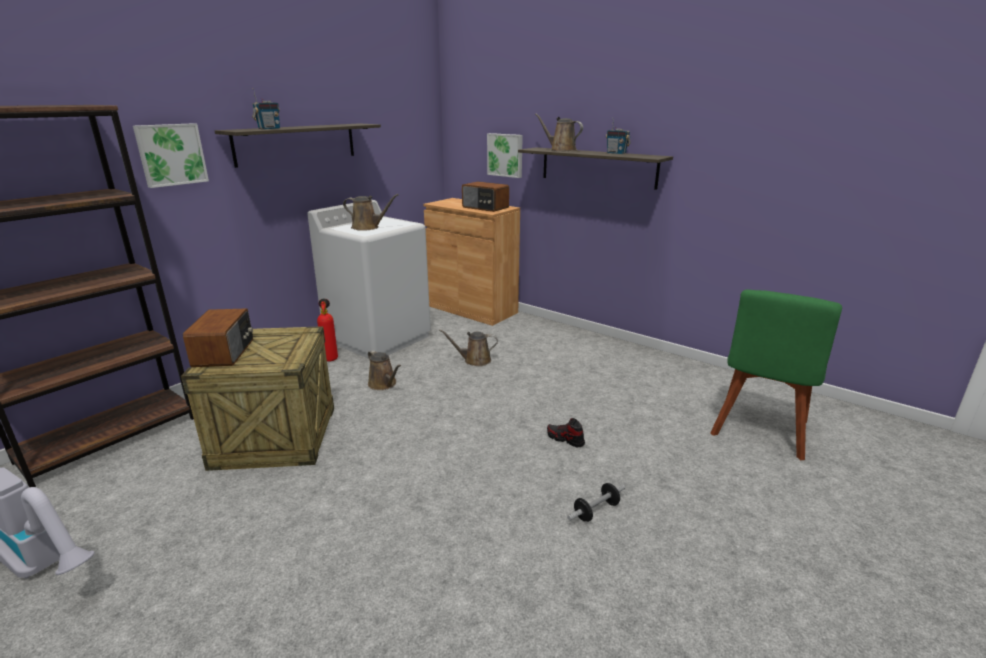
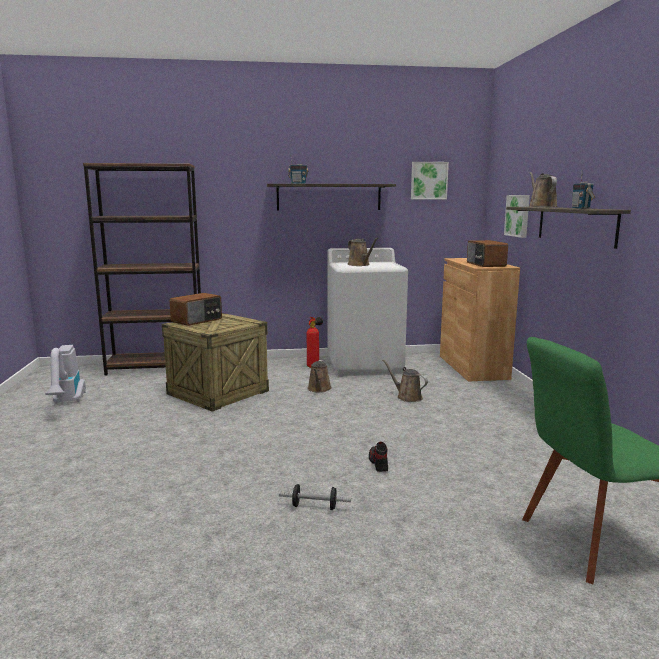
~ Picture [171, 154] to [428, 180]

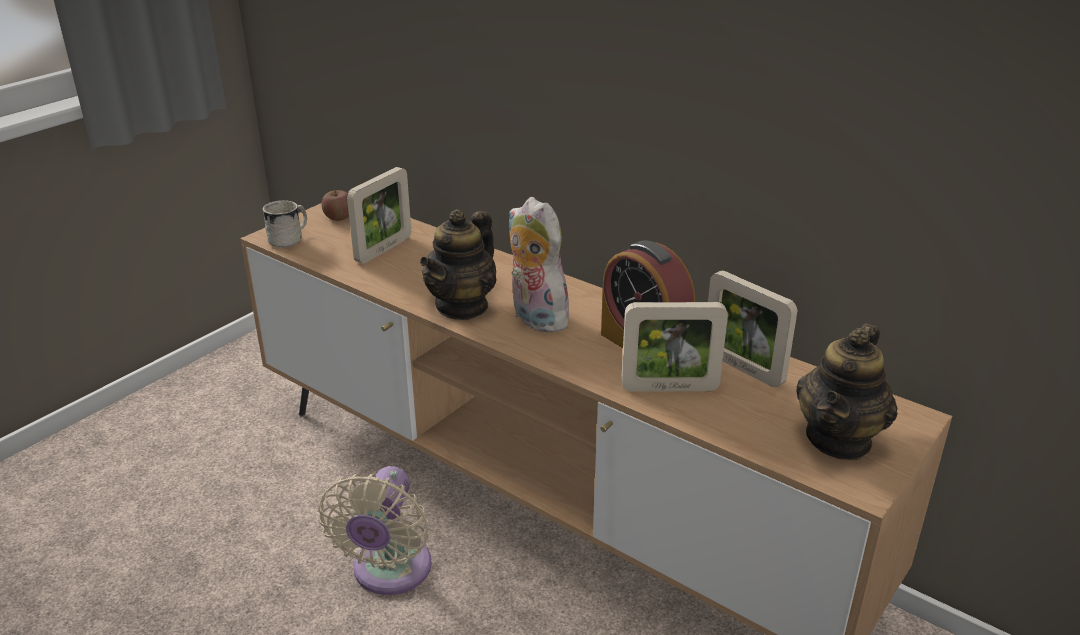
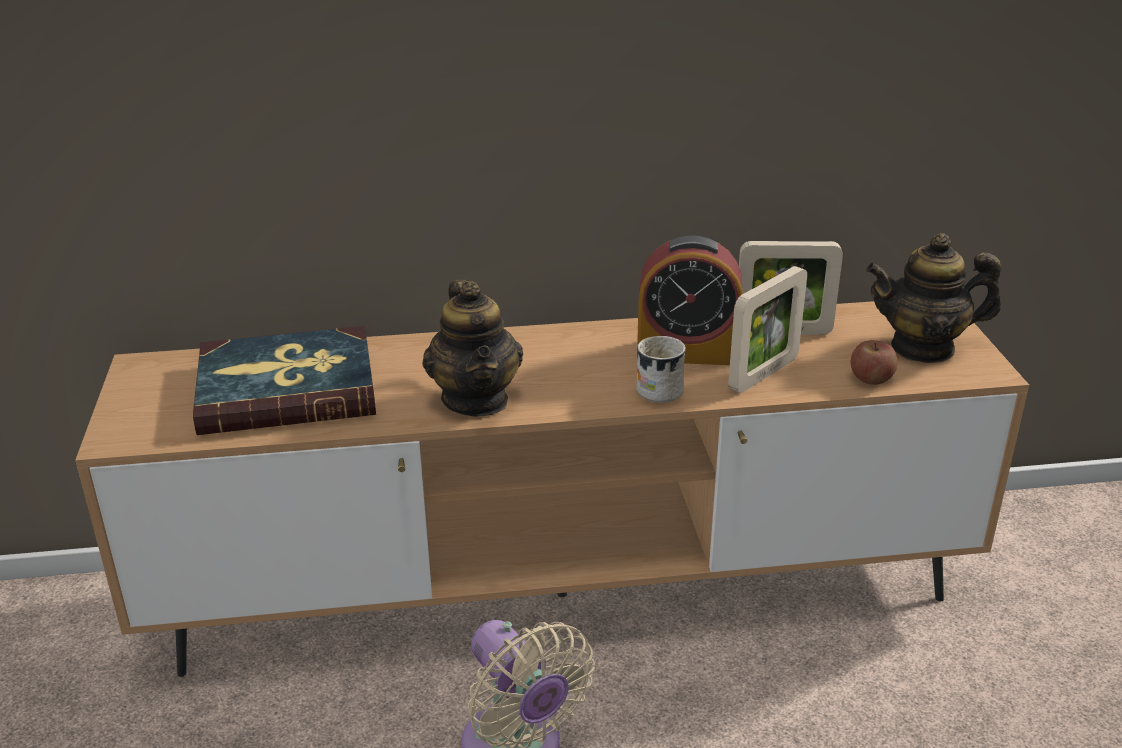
~ WhiteMug [290, 239] to [659, 387]
~ Apple [339, 217] to [871, 378]
~ PictureFrame [383, 249] to Book [287, 388]
- PlushToy [534, 318]
~ Teapot [839, 439] = [923, 347] 105 degrees clockwise

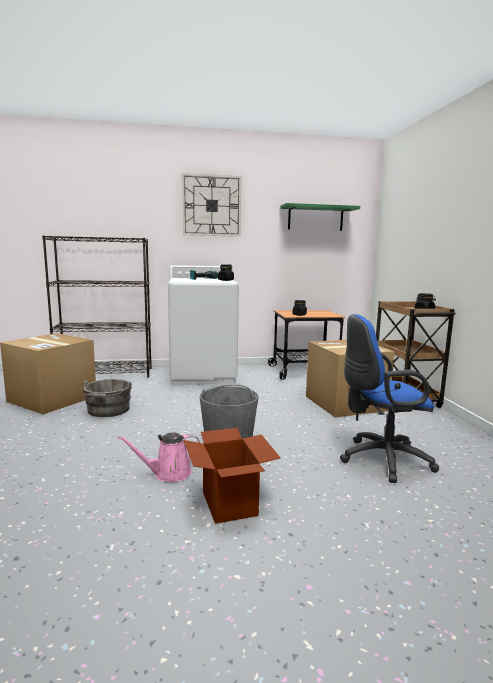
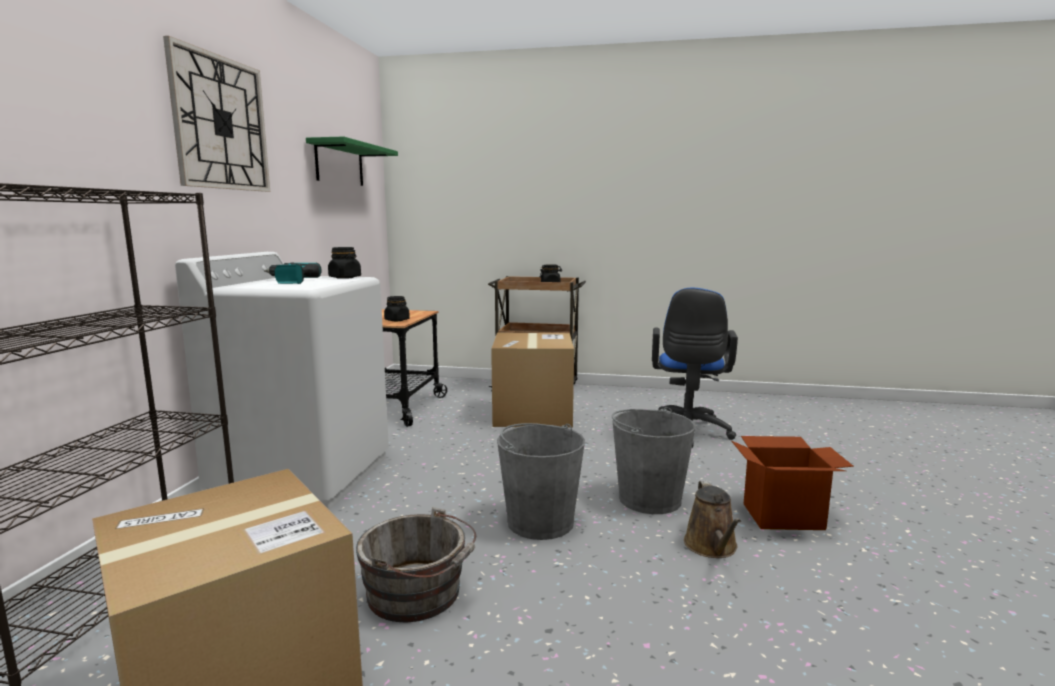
~ PinkWateringCan [168, 474] to BrownWateringCan [712, 547]
+ GreyBucket [540, 521]

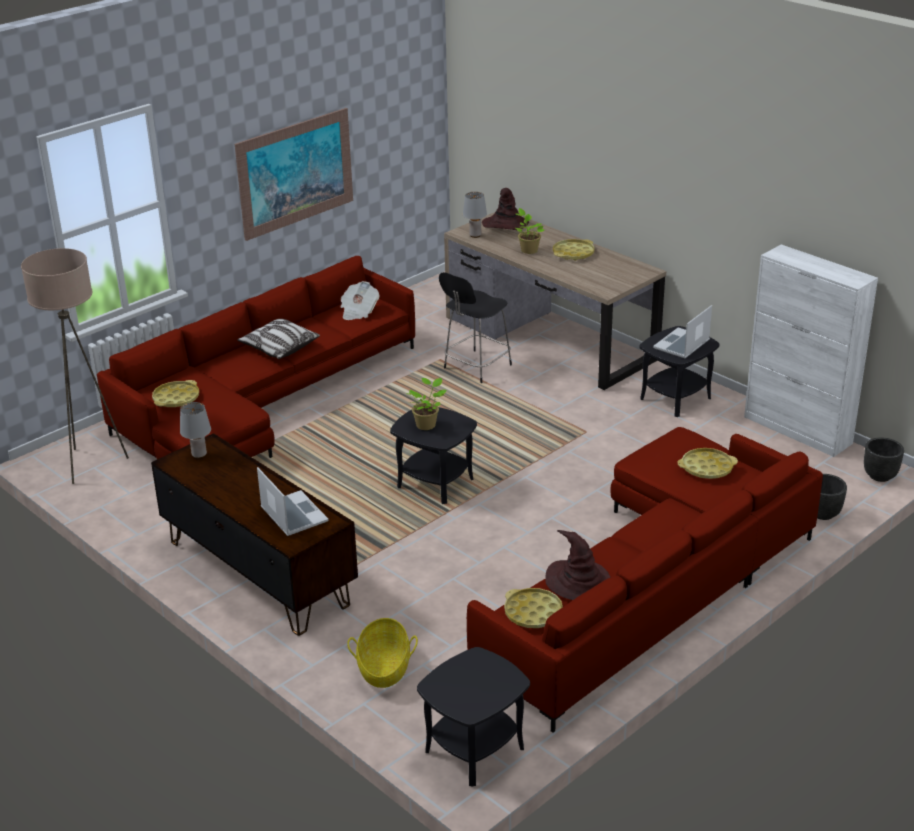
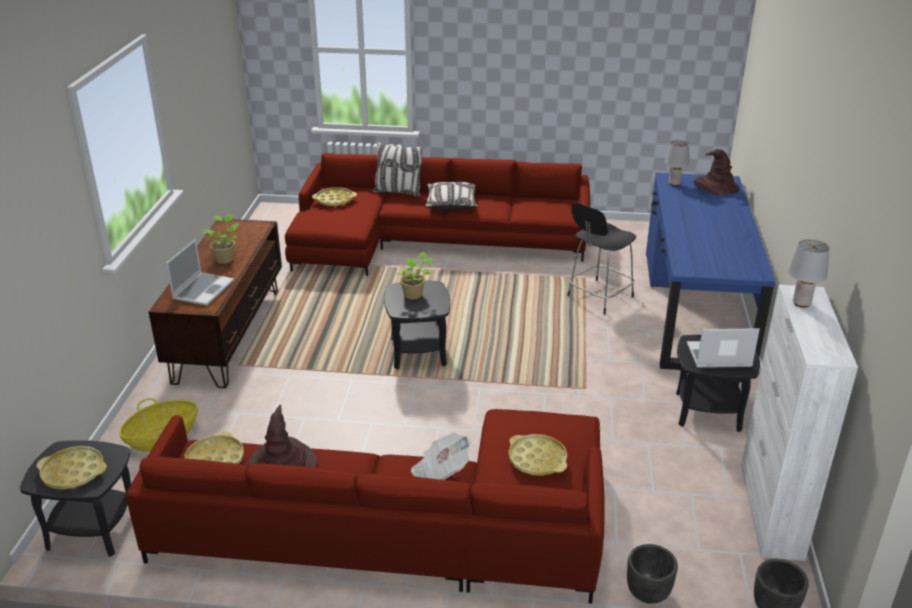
- BeigeFloorLamp [91, 463]
~ GreyTableLamp [199, 455] to [801, 303]
- Picture [295, 173]
~ Newspaper [358, 311] to [440, 471]
~ BlackChair [476, 368] = [598, 297] 45 degrees counterclockwise
~ BrownDesk [550, 338] to BlueDesk [695, 309]
~ PottedPlant [528, 250] to [225, 259]
~ YellowTray [573, 253] to [73, 472]
+ Pillow [398, 192]

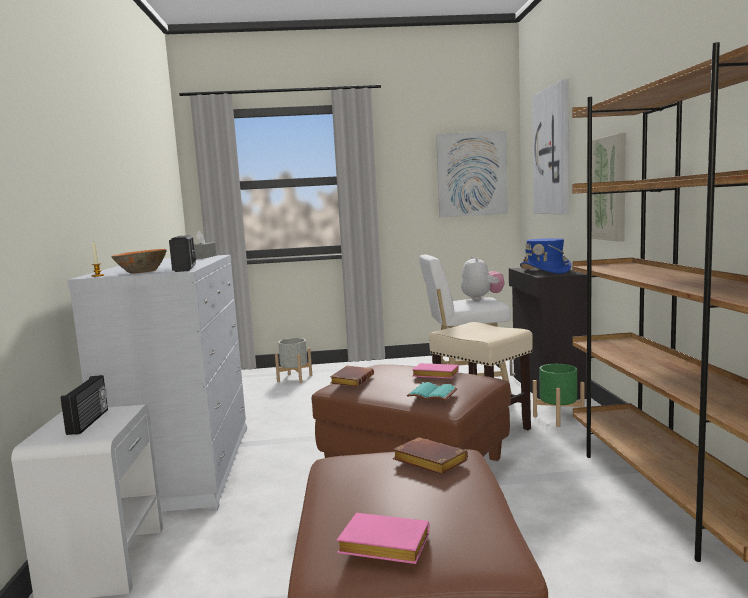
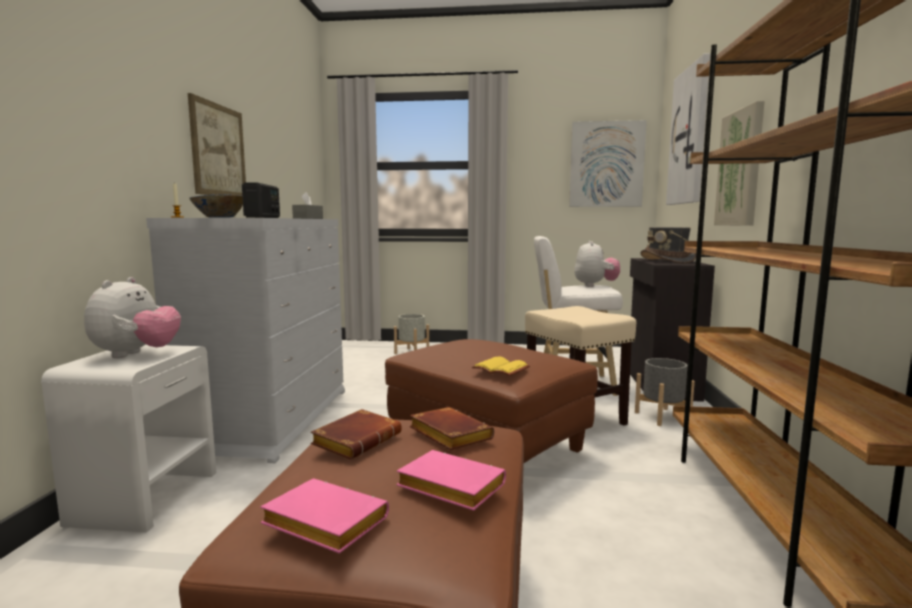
~ Radio [89, 421] to PlushToy [136, 355]
~ OrangeBowl [141, 272] to BlueBowl [219, 217]
~ BrownBook [351, 380] to [357, 440]
~ TurquoiseBook [433, 393] to YellowBook [502, 368]
~ PinkBook [434, 375] to [447, 488]
~ BlueHat [545, 271] to GreyHat [667, 261]
~ GreenPlanter [558, 418] to GreyPlanter [662, 417]
+ Picture [218, 150]

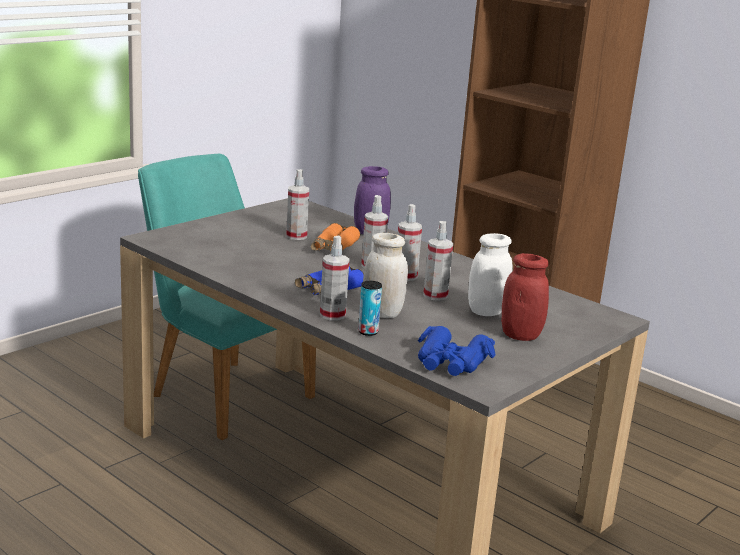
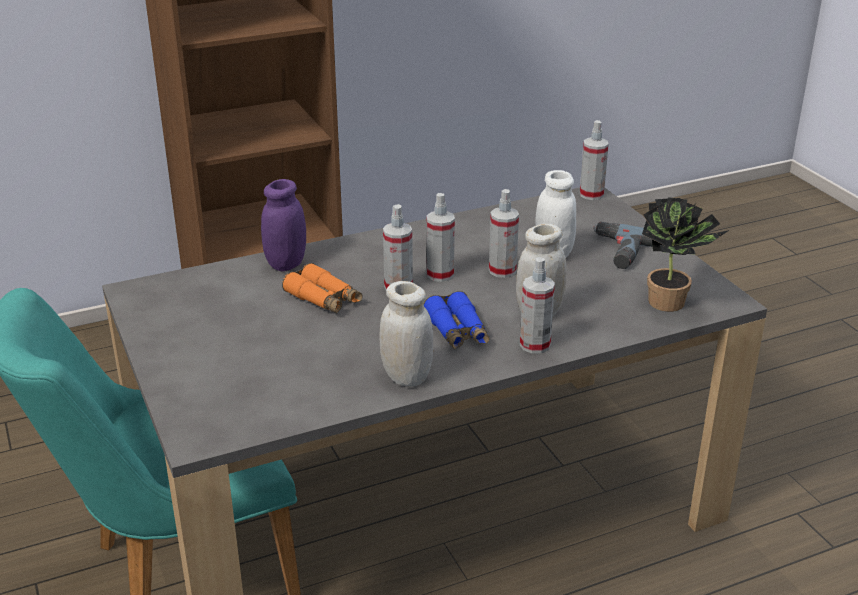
~ SprayBottle [296, 236] to [591, 194]
- Can [368, 332]
~ BlueBinoculars [451, 362] to PottedPlant [672, 303]
~ RedJar [520, 335] to PowerDrill [617, 251]
+ WhiteJar [406, 376]

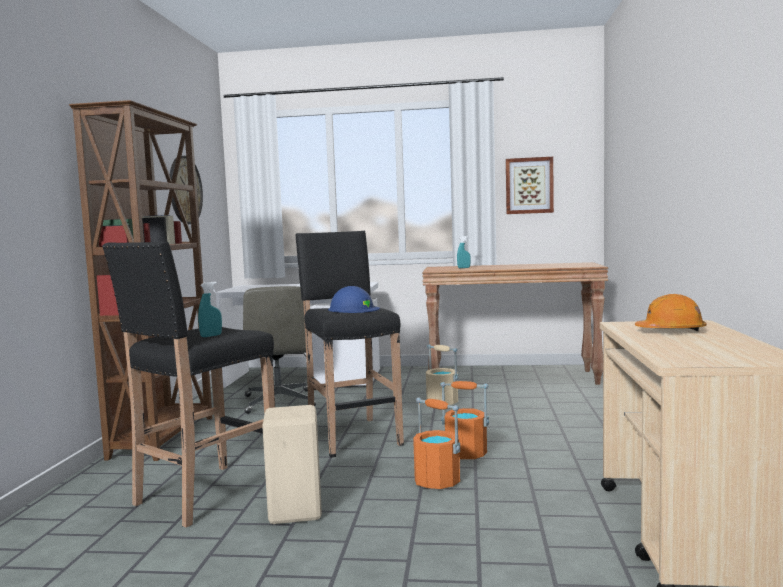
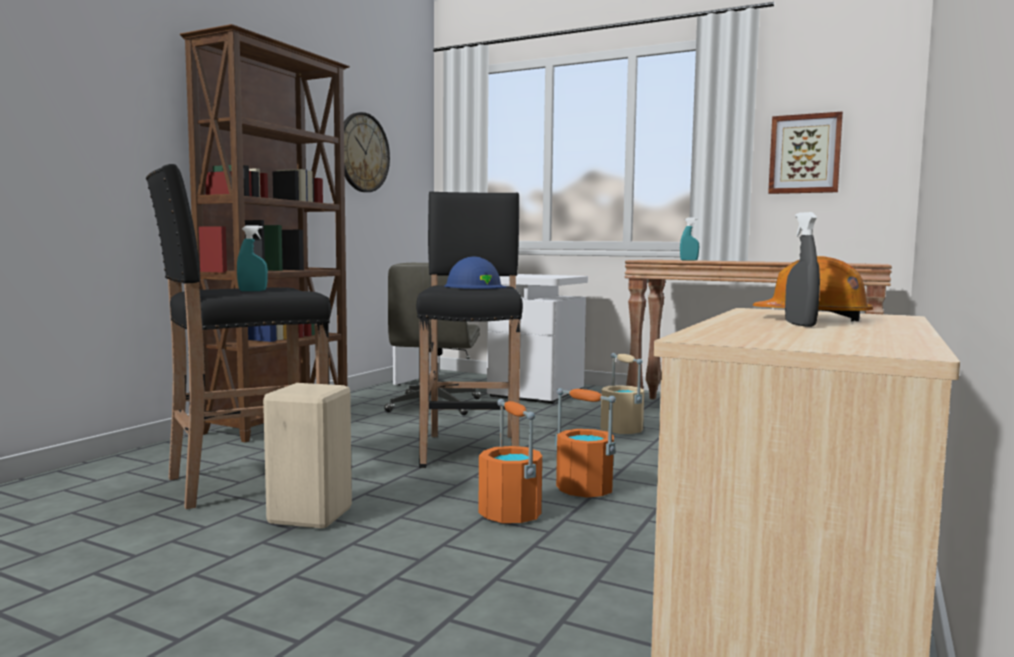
+ GreySprayBottle [800, 325]

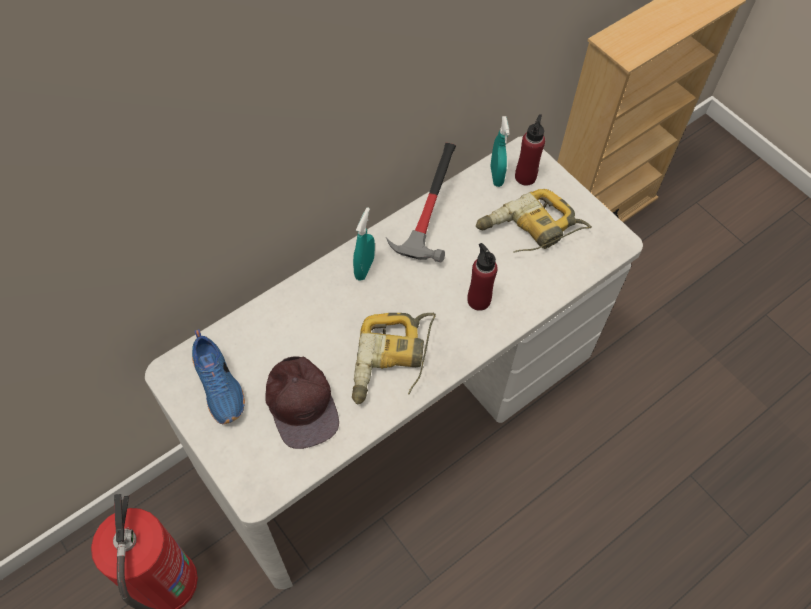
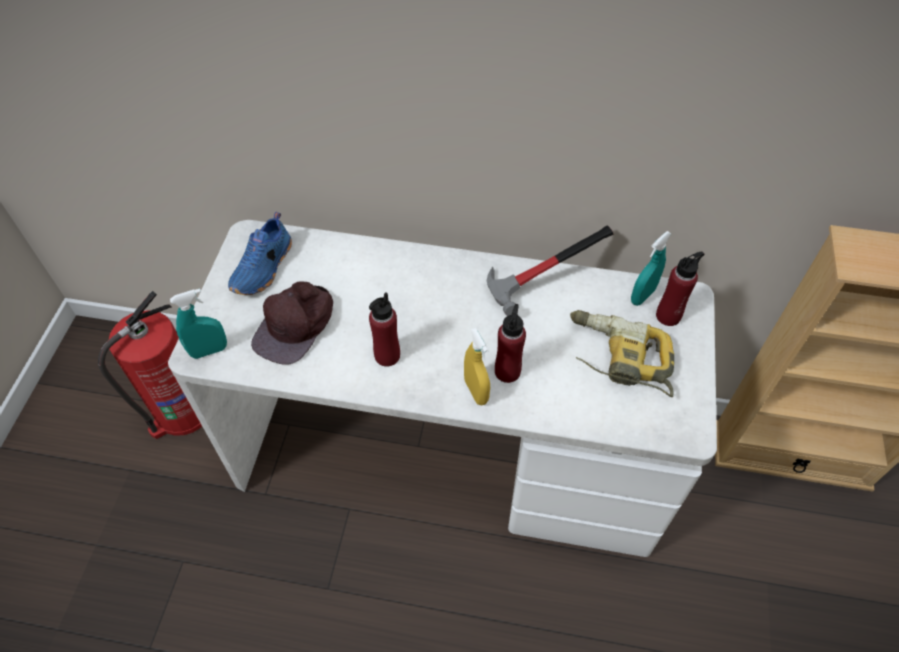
~ PowerDrill [392, 362] to RedBottle [387, 355]
~ TurquoiseSprayBottle [364, 268] to [209, 351]
+ YellowSprayBottle [476, 391]

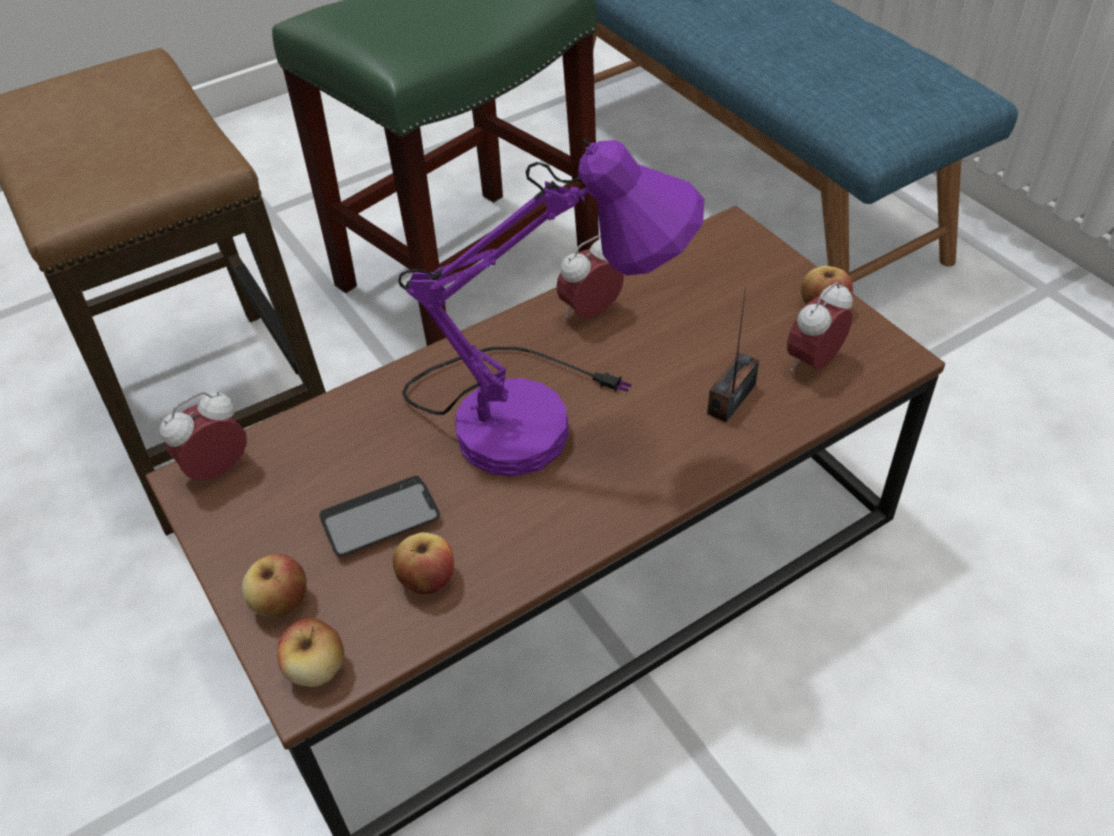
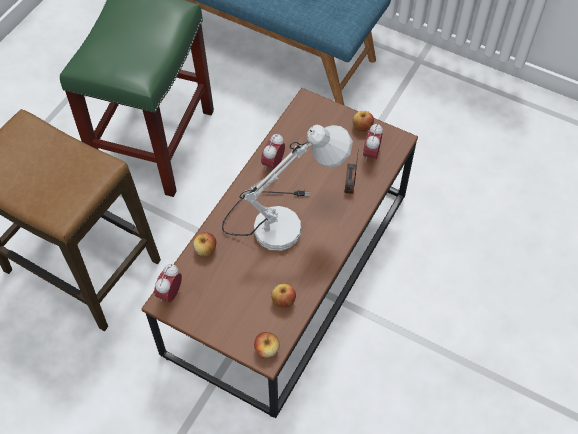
~ Apple [281, 602] to [205, 250]
- Phone [380, 518]
~ PurpleTableLamp [537, 412] to WhiteTableLamp [280, 217]

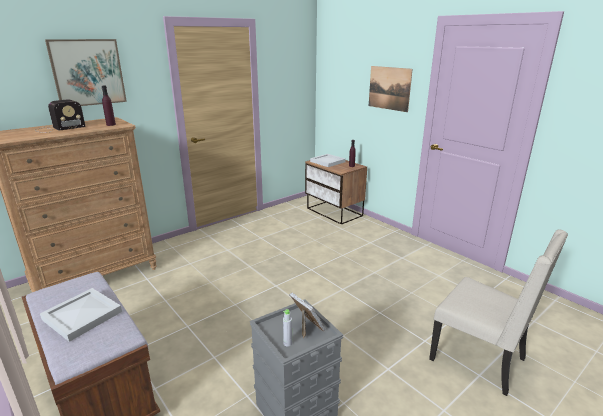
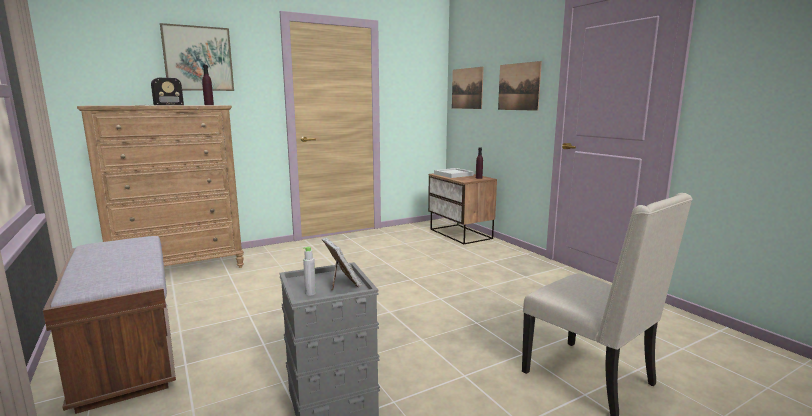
- WhiteTray [82, 316]
+ Picture [467, 88]

